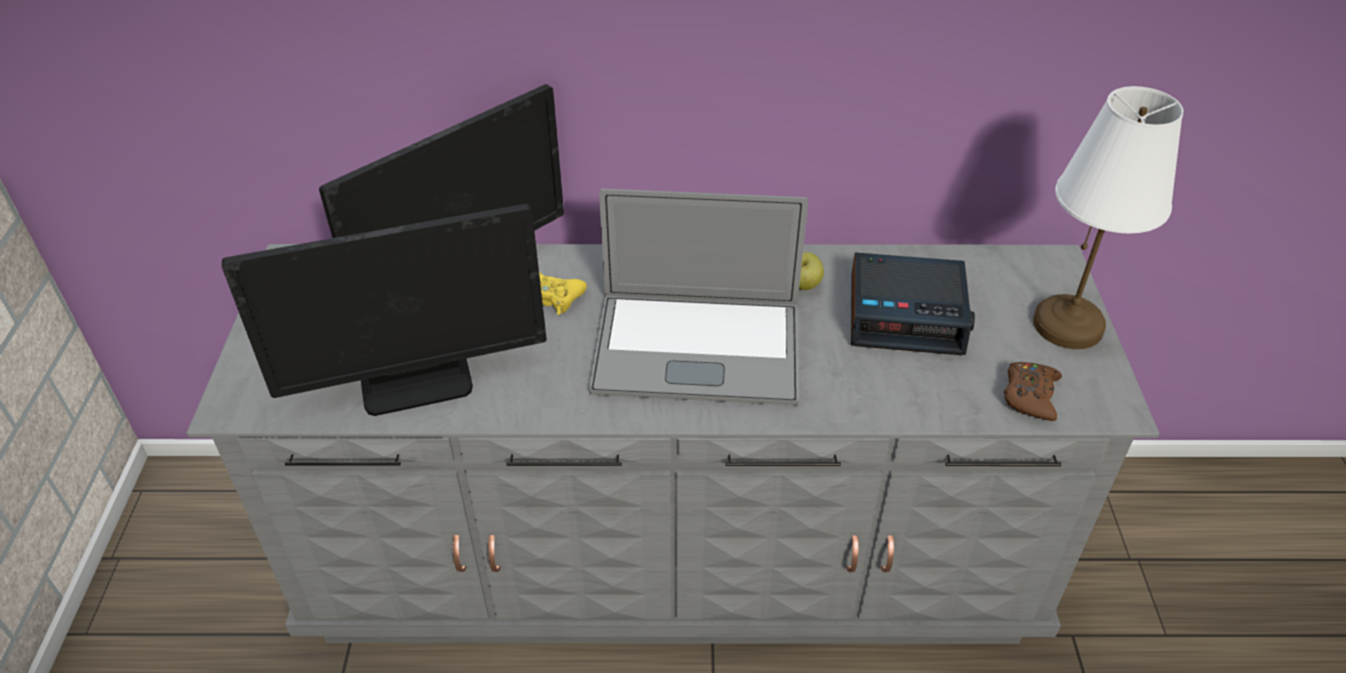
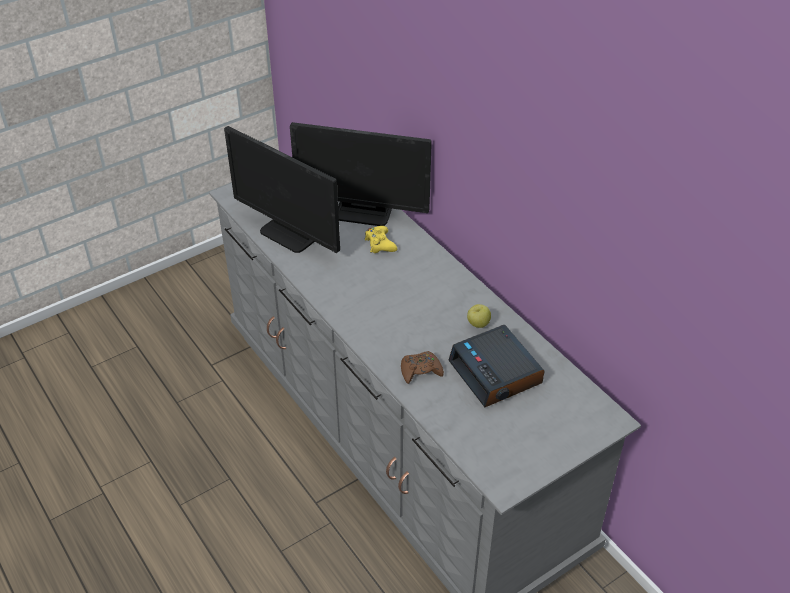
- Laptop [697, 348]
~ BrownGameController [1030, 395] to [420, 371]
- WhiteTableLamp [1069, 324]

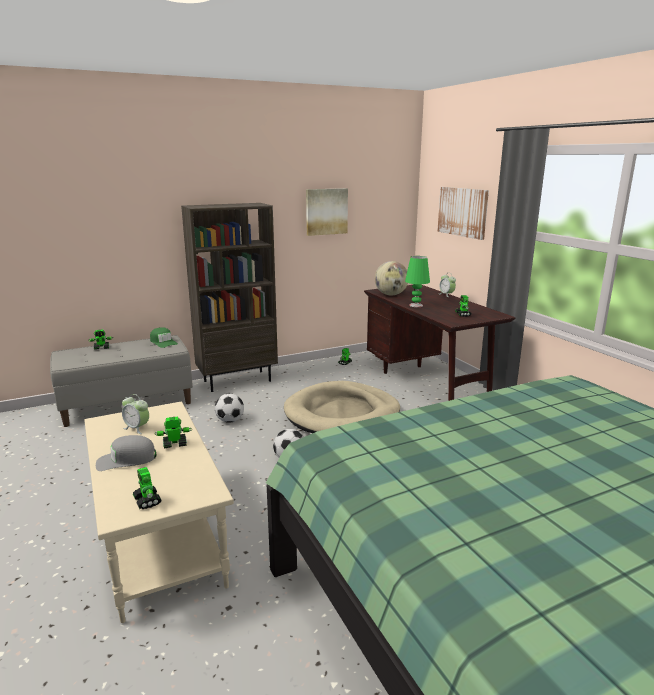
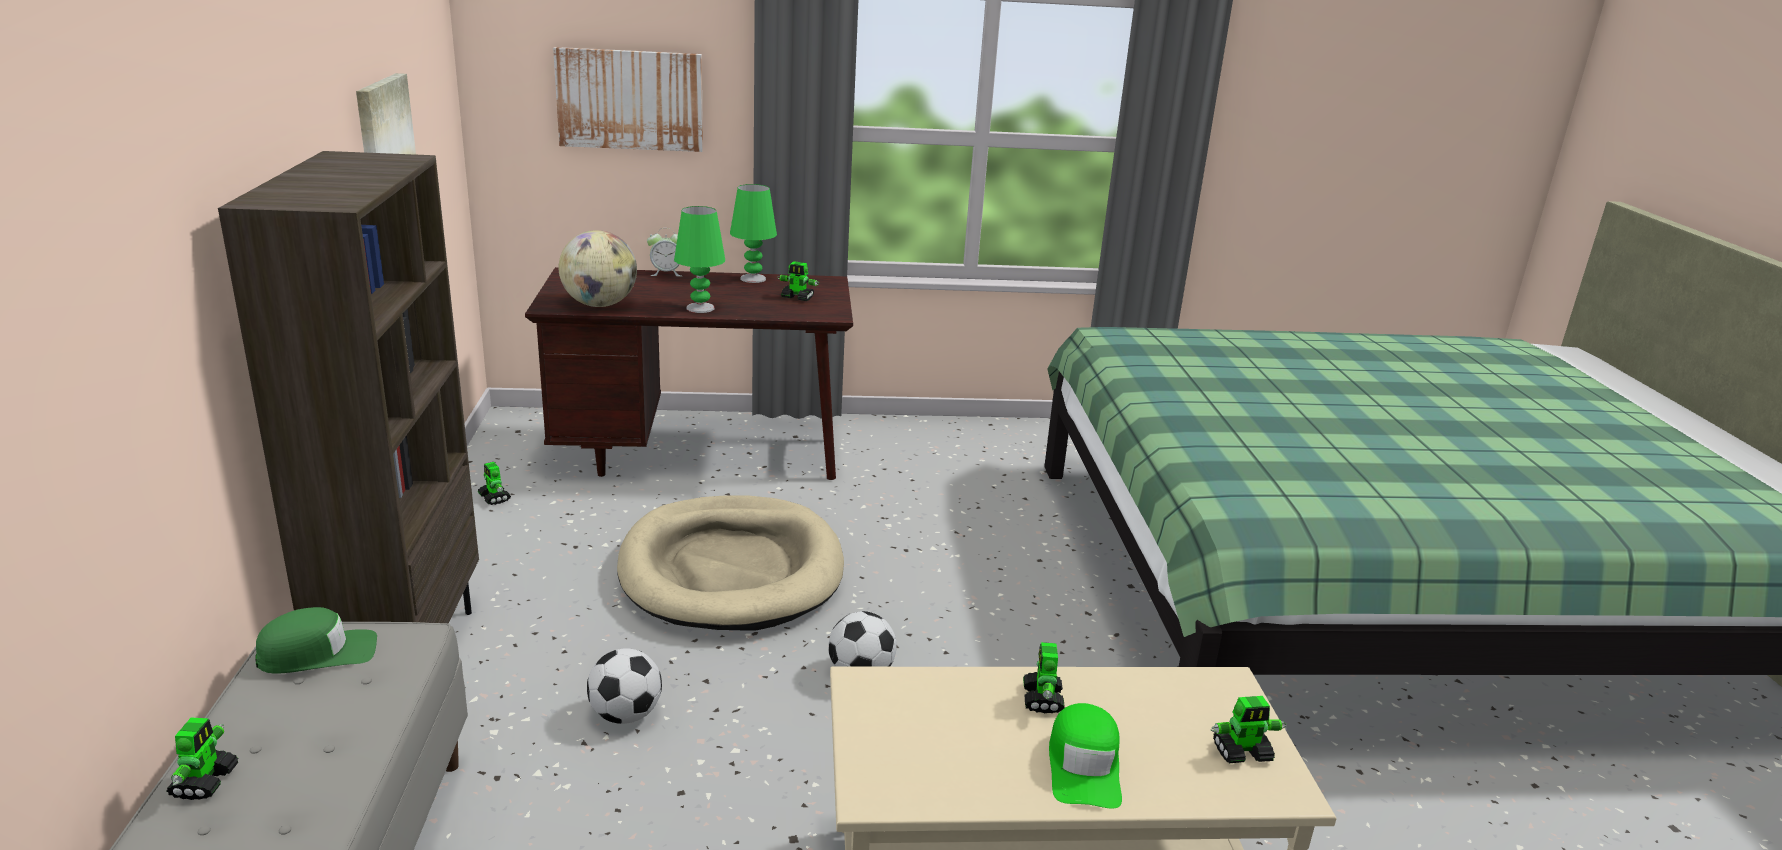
~ GreyCap [126, 460] to GreenCap [1084, 766]
- AlarmClock [137, 428]
+ GreenTableLamp [753, 279]

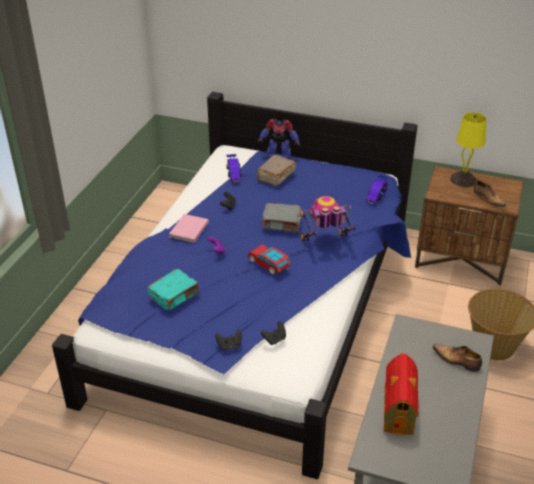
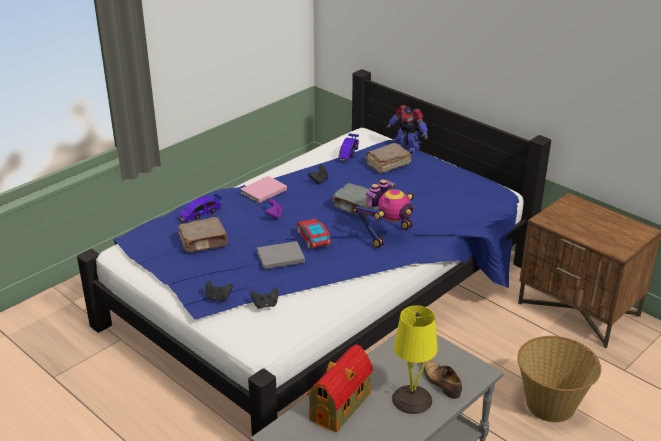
~ TurquoiseBook [174, 296] to BrownBook [204, 242]
~ ToyRobot [325, 241] = [387, 234] 120 degrees clockwise
~ ToyCar [376, 194] to [200, 213]
~ YellowTableLamp [462, 179] to [411, 399]
- Shoe [488, 199]
+ GreyBook [279, 257]

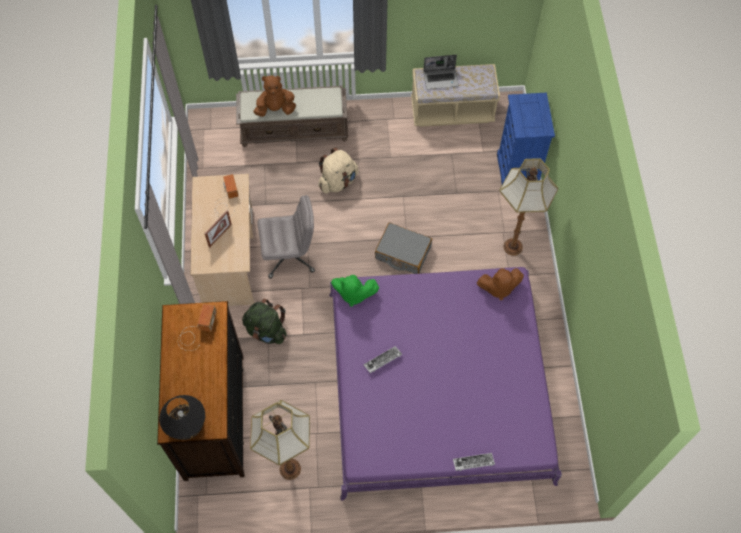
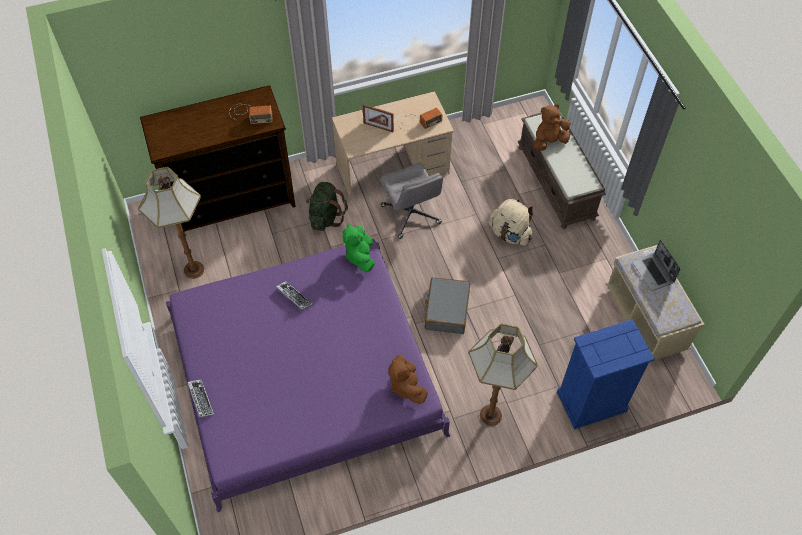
- BlackTableLamp [186, 424]
~ BrownPlushToy [275, 109] = [549, 141] 90 degrees counterclockwise

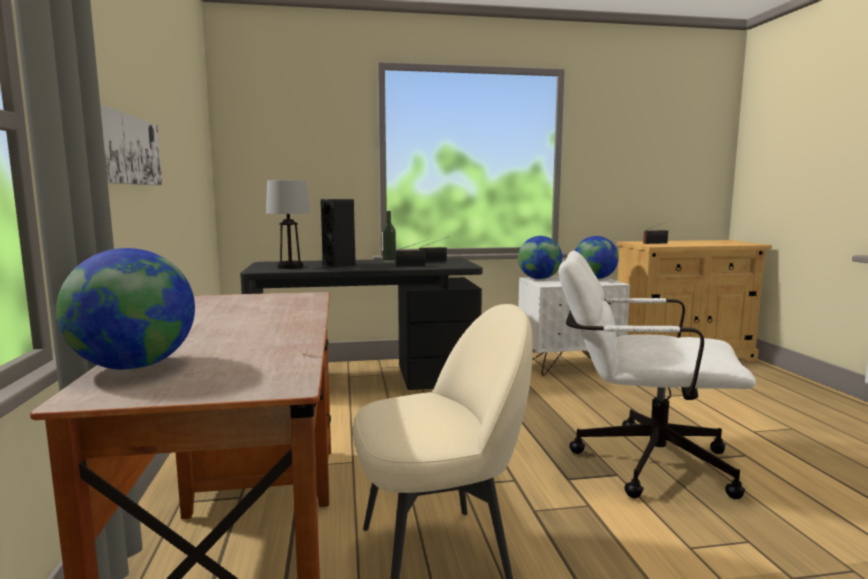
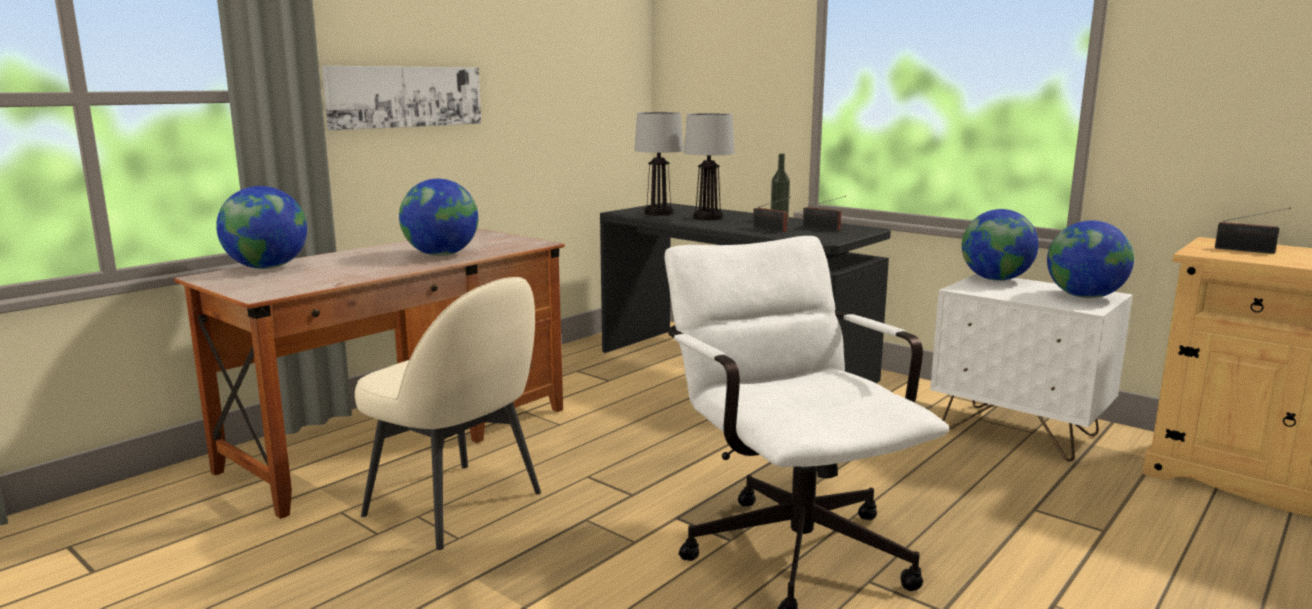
~ BlackSpeaker [340, 265] to TableLamp [708, 218]
+ Globe [441, 255]

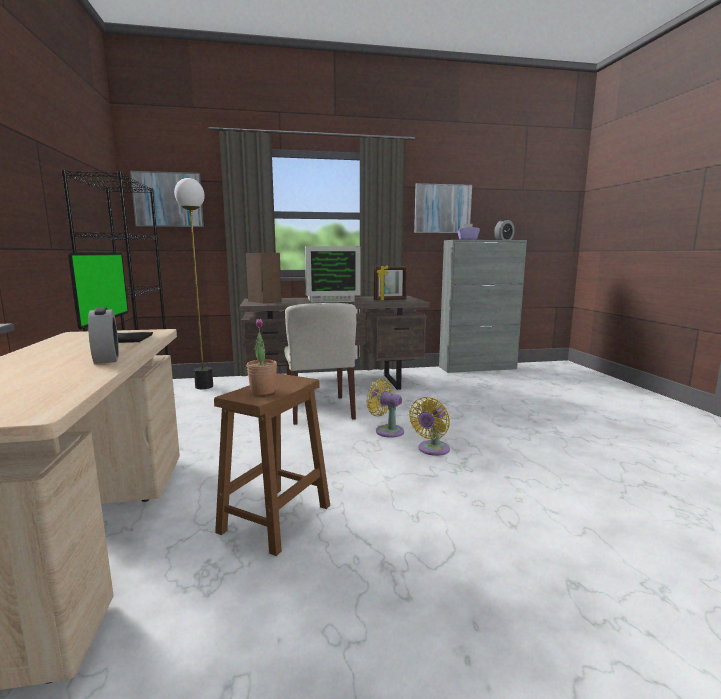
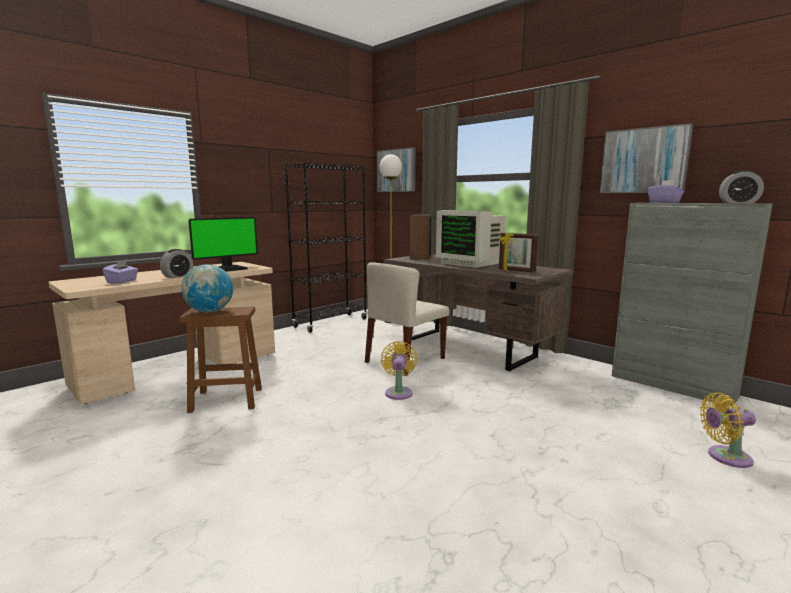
~ PottedPlant [263, 391] to Globe [209, 311]
~ YellowFan [432, 450] to [725, 457]
+ PurpleTissueBox [122, 281]

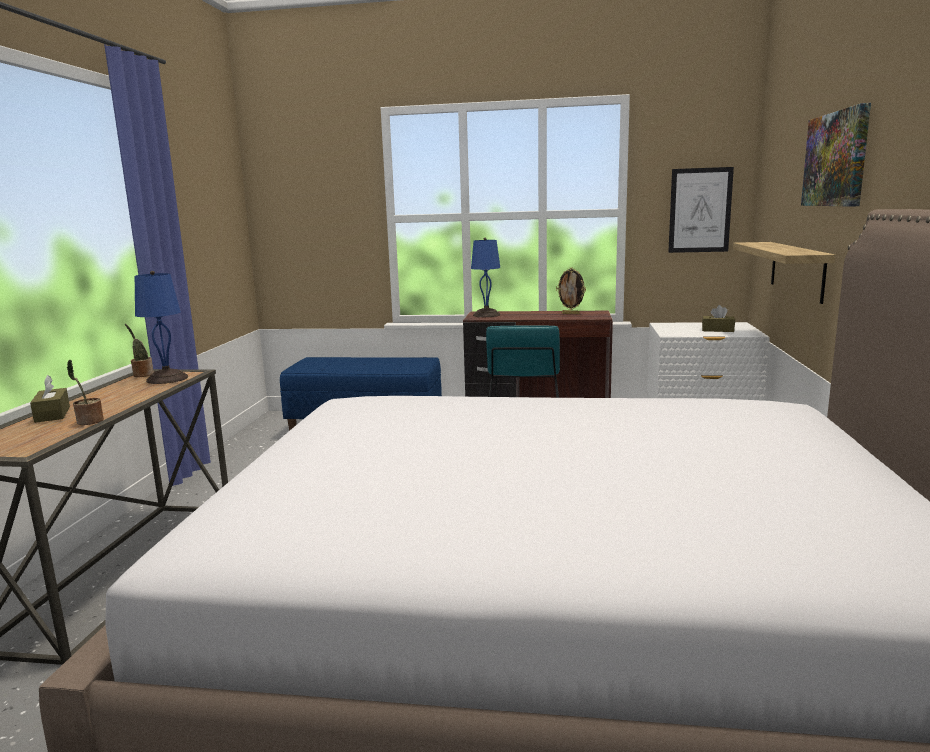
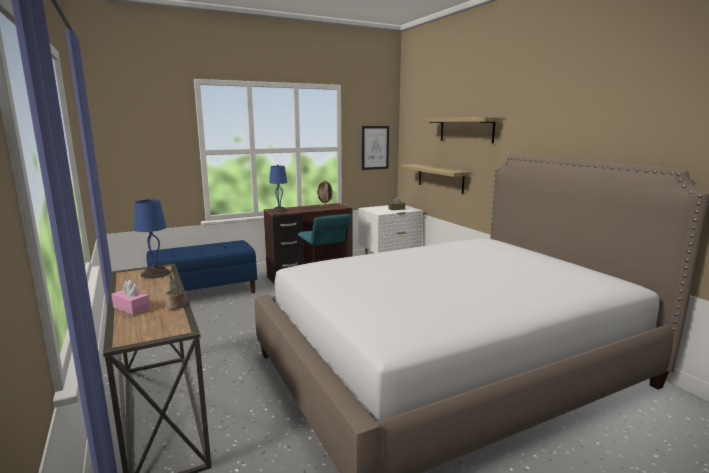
~ BrownTissueBox [52, 414] to PinkTissueBox [131, 308]
- PottedPlant [142, 375]
~ Picture [836, 159] to Shelf [466, 130]

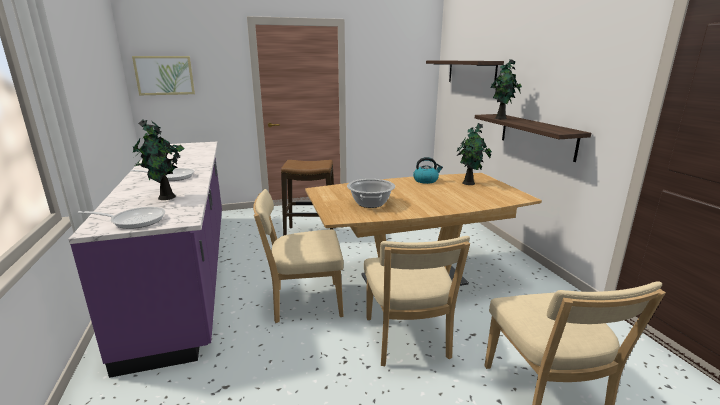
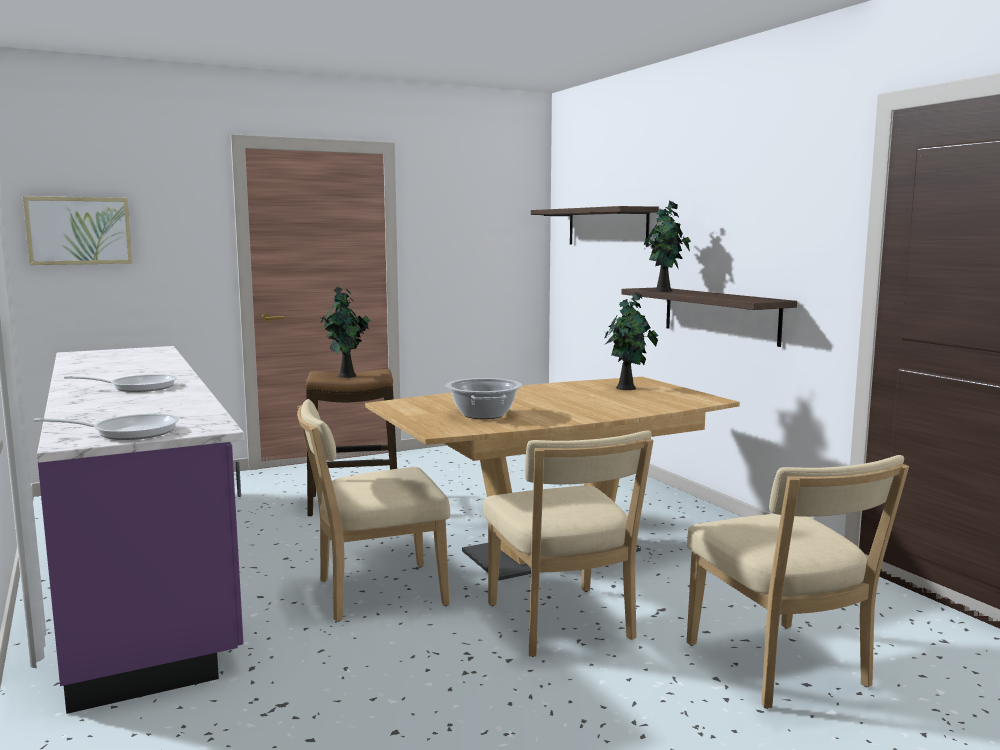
~ PottedPlant [166, 198] to [347, 376]
- Kettle [426, 180]

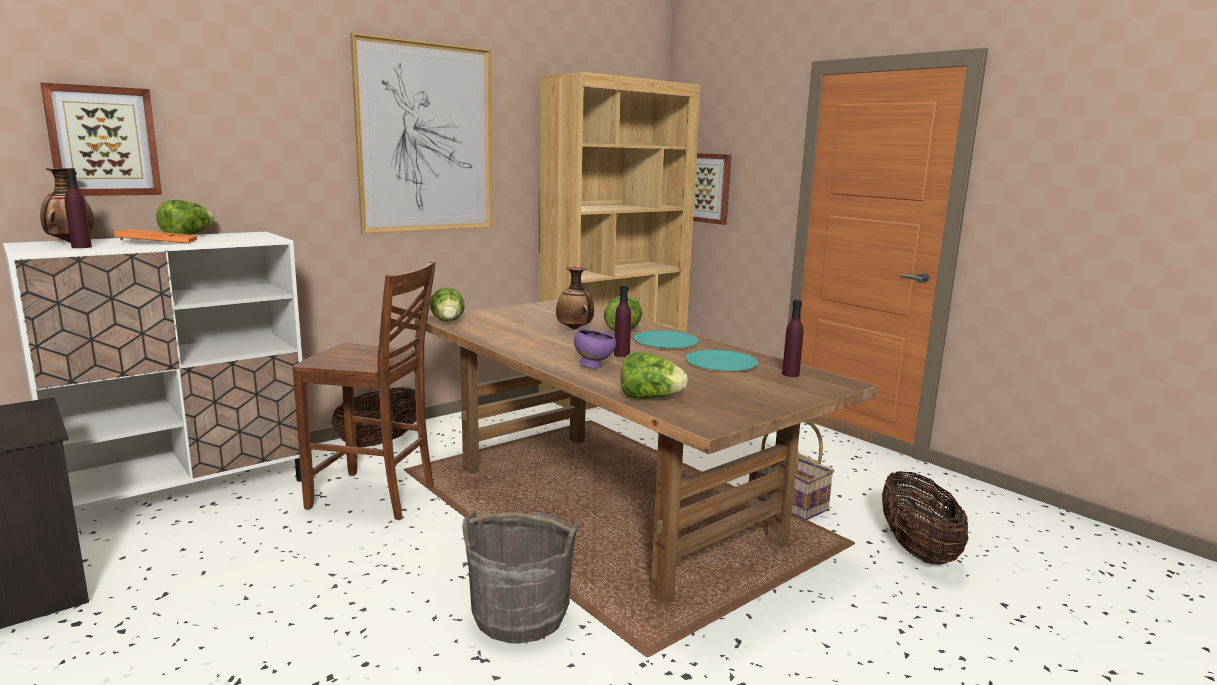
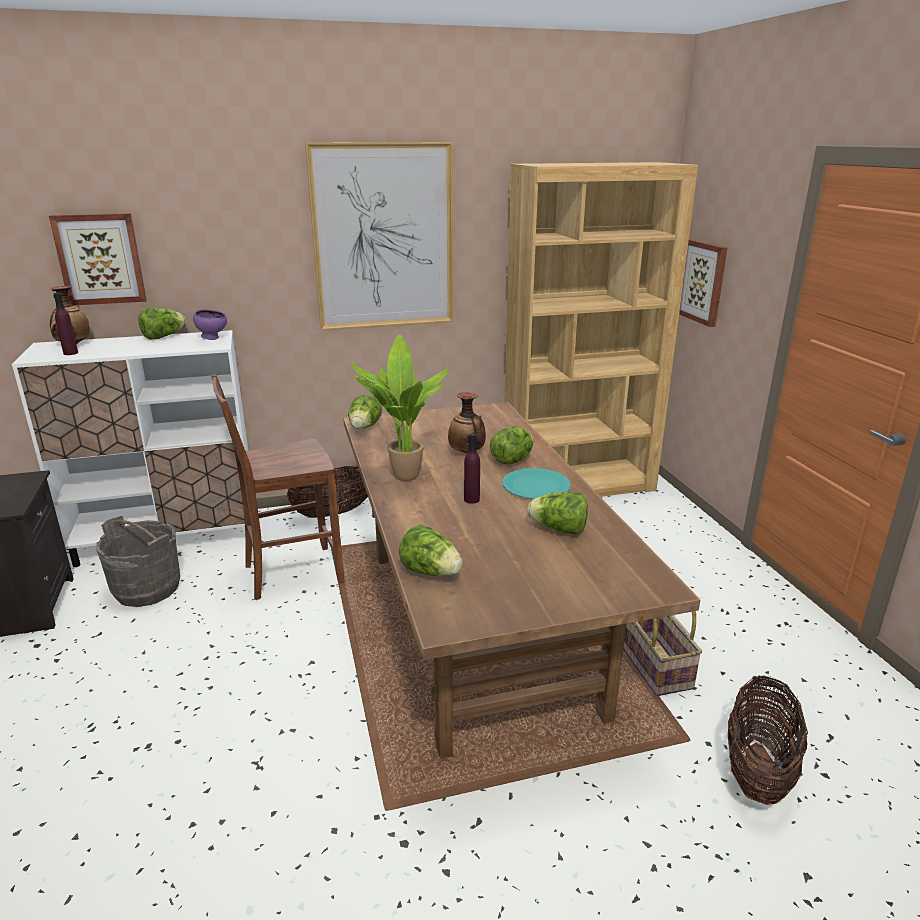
- OrangeTray [157, 242]
~ BrownChair [374, 497] = [290, 573] 120 degrees clockwise
~ GreyBucket [520, 615] to [147, 589]
~ PurpleBowl [593, 366] to [212, 338]
~ TurquoisePlate [721, 363] to Lettuce [559, 530]
- PurpleBottle [790, 374]
+ PottedPlant [402, 476]

